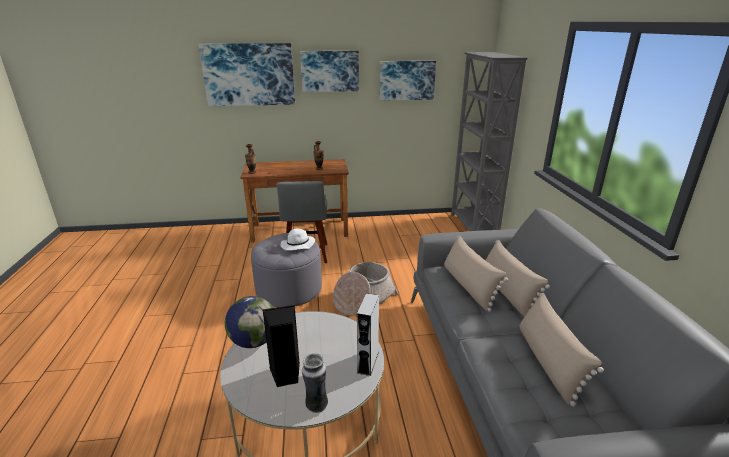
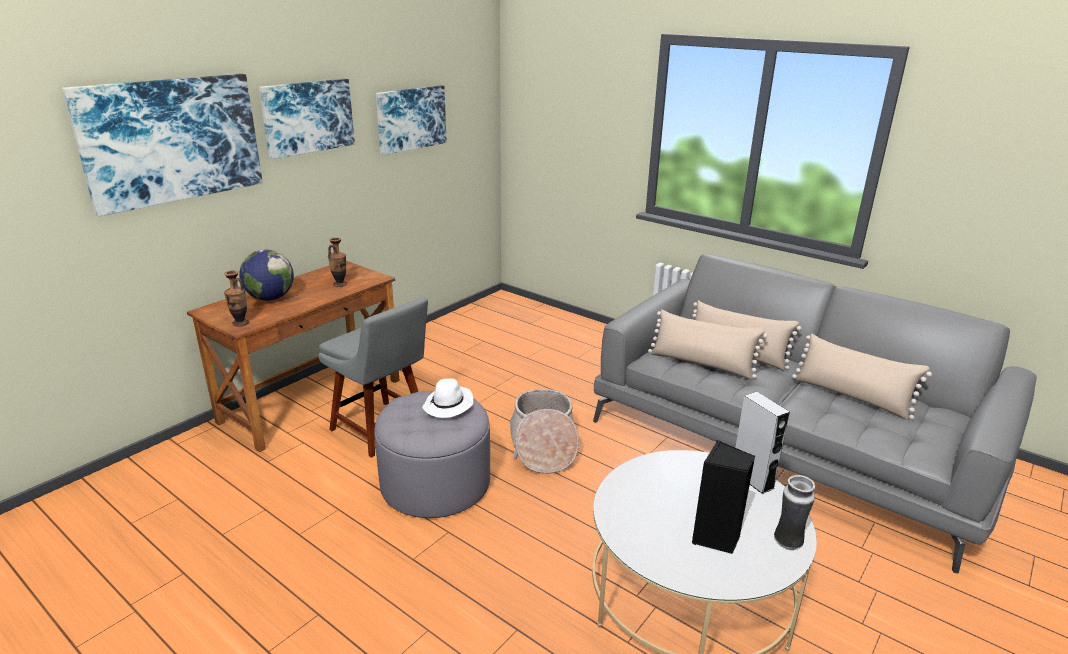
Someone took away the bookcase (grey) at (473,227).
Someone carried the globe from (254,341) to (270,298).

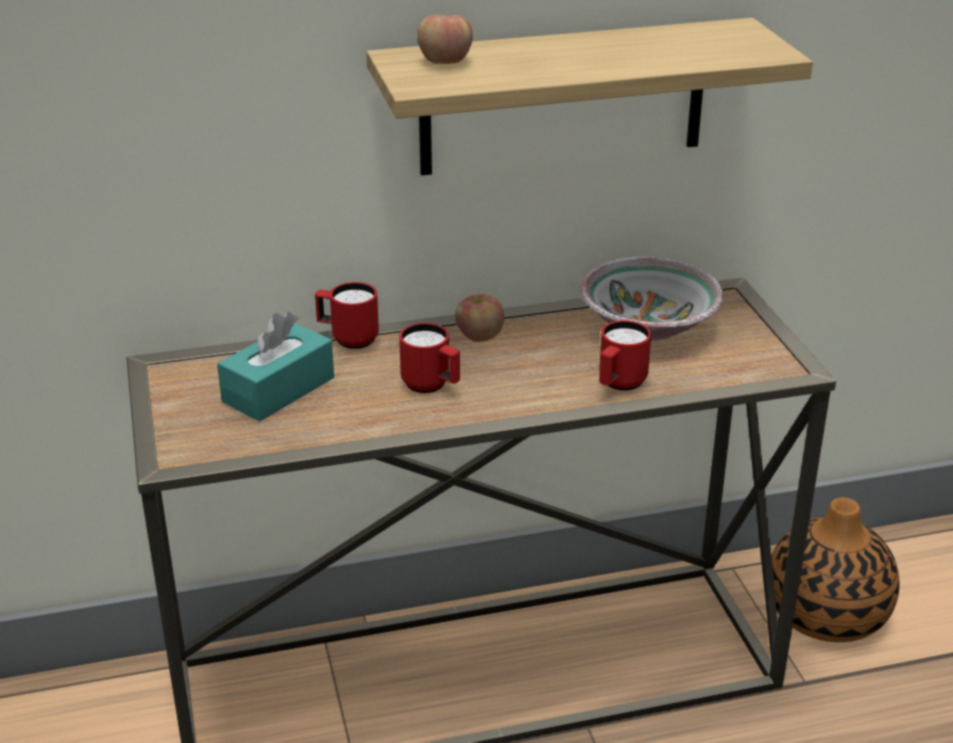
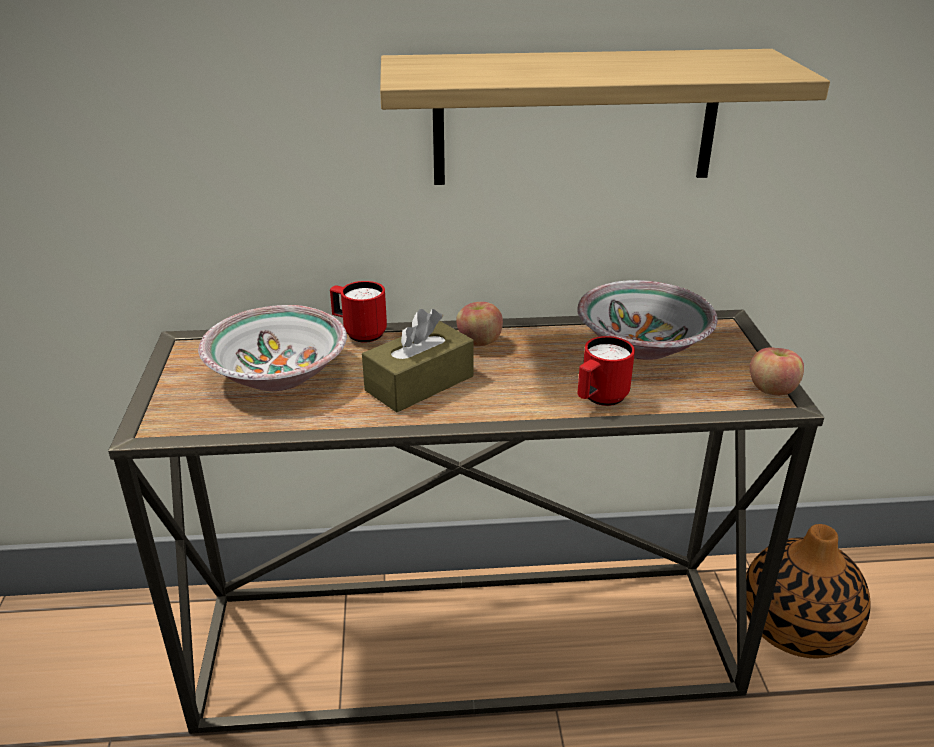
Someone carried the apple from (445,62) to (772,390).
Someone swapped the tissue box (turquoise) at (278,390) for the bowl at (278,373).
Someone swapped the mug (red) at (431,386) for the tissue box (brown) at (419,383).

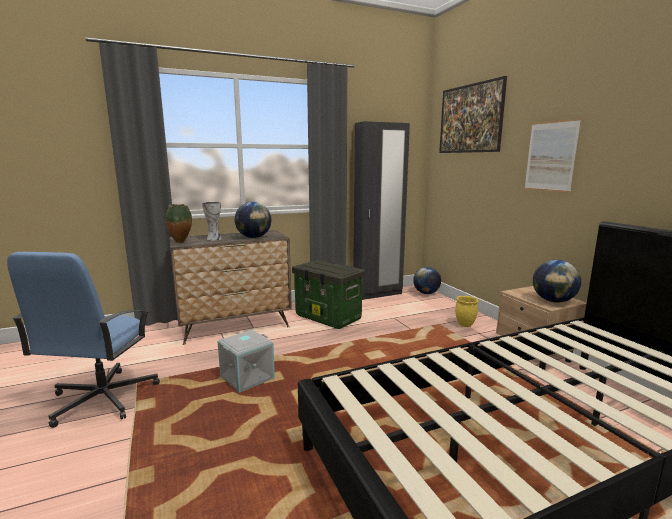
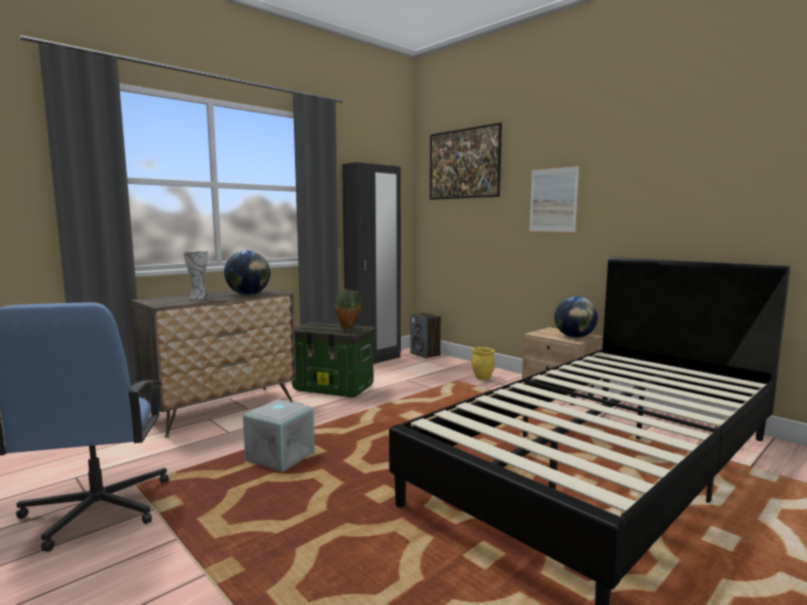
Someone carried the vase from (181,242) to (348,329).
Someone swapped the globe at (426,293) for the speaker at (425,354).

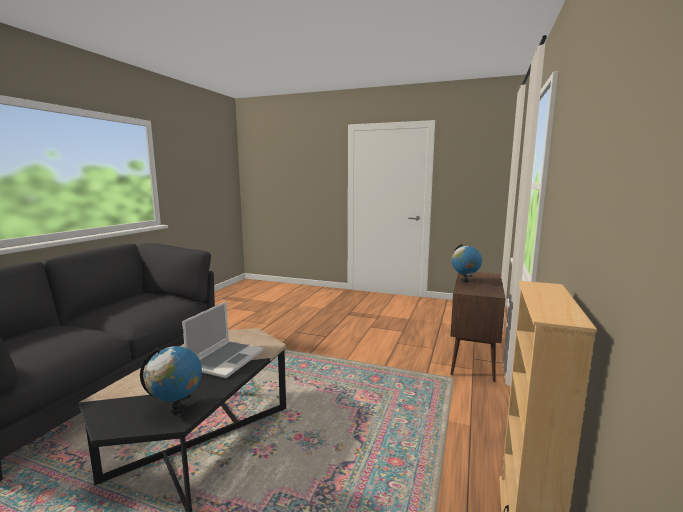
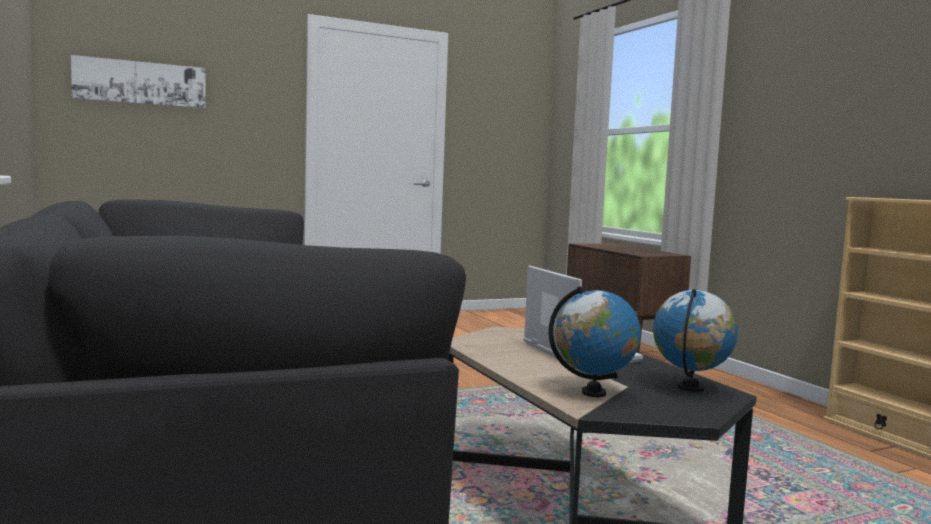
Someone carried the globe from (464,281) to (593,393).
Someone put up the picture at (140,83).

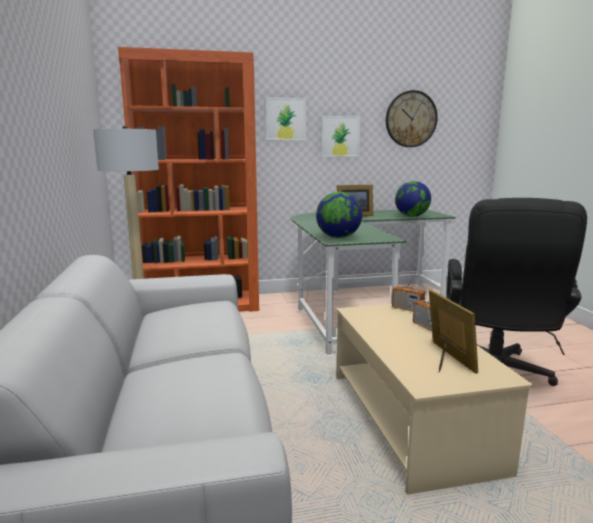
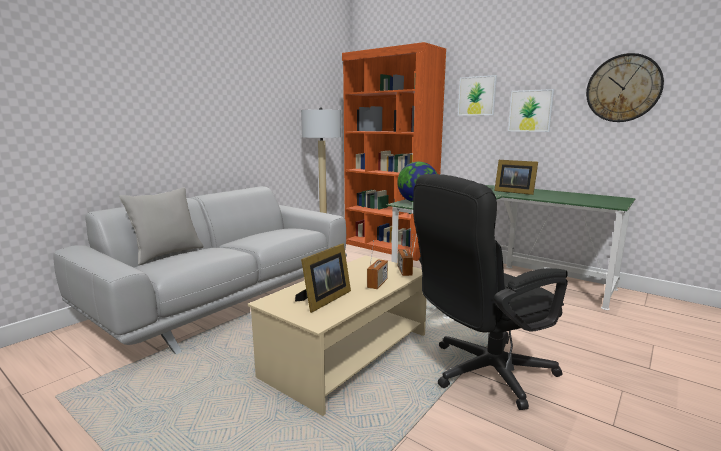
Someone took away the globe at (411,216).
Someone put down the pillow (grey) at (167,254).

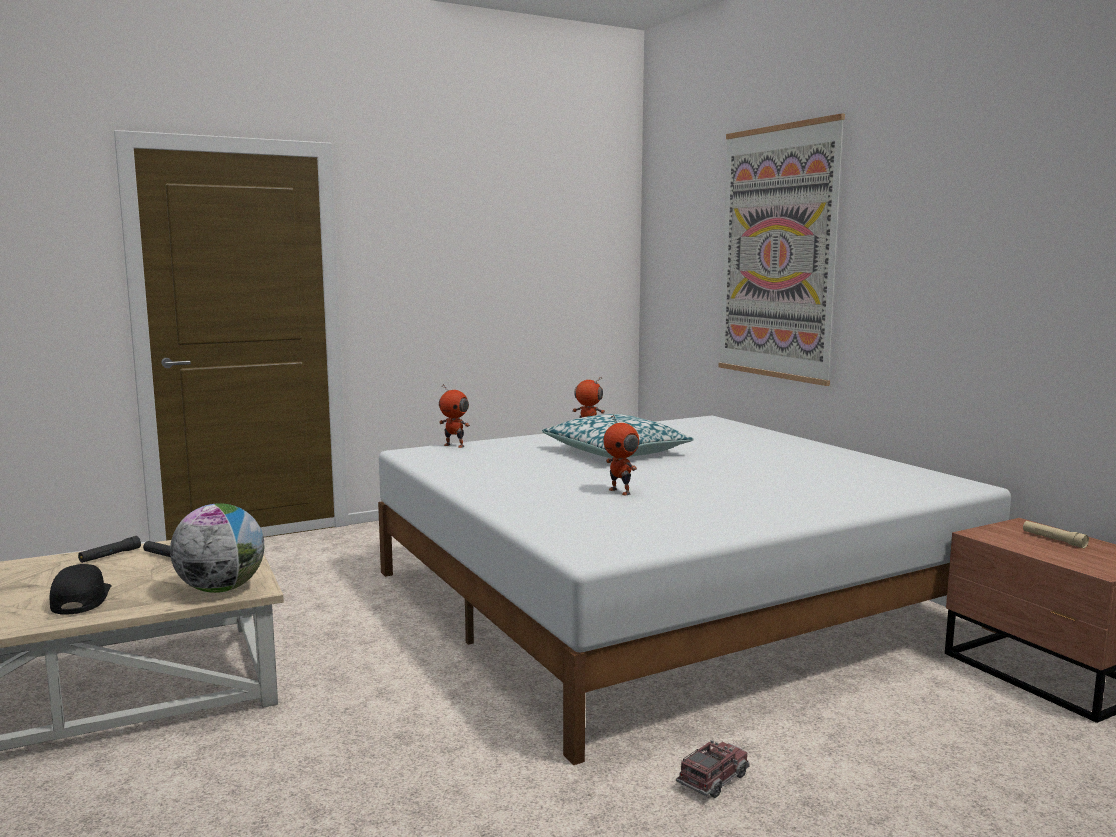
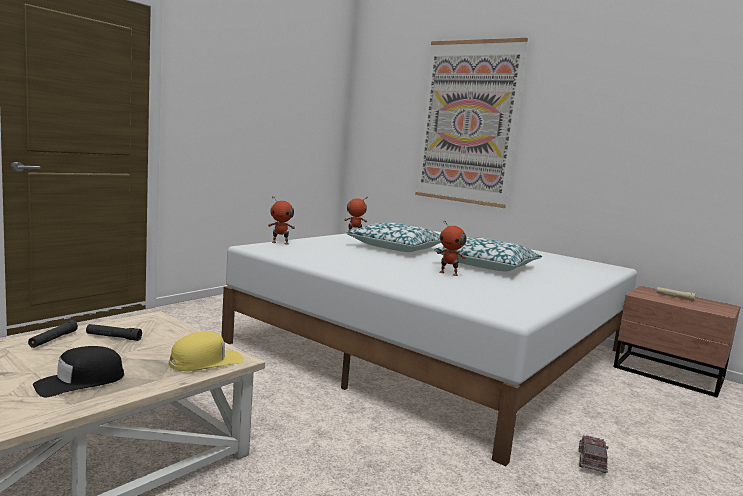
Someone swapped the globe at (221,589) for the cap (yellow) at (206,361).
Someone rotated the cap (black) at (81,599) by 90 degrees counterclockwise.
Someone put down the pillow at (487,266).

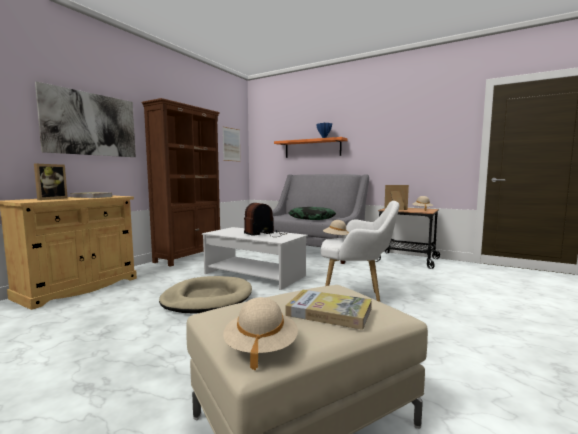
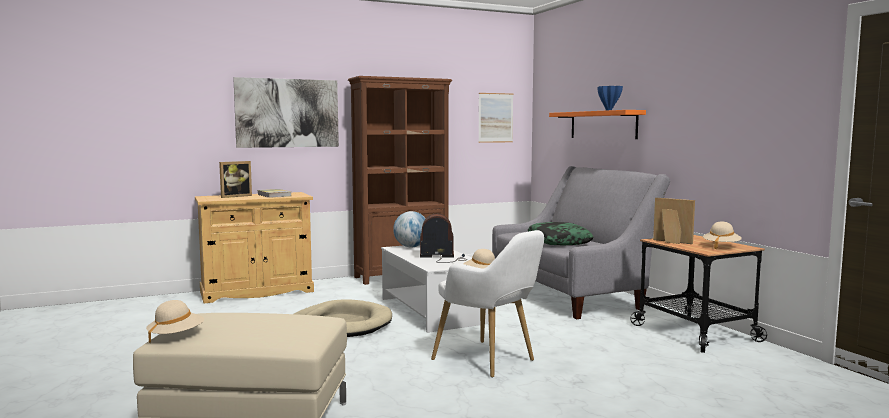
Someone took away the book at (329,312).
Someone put down the globe at (411,247).

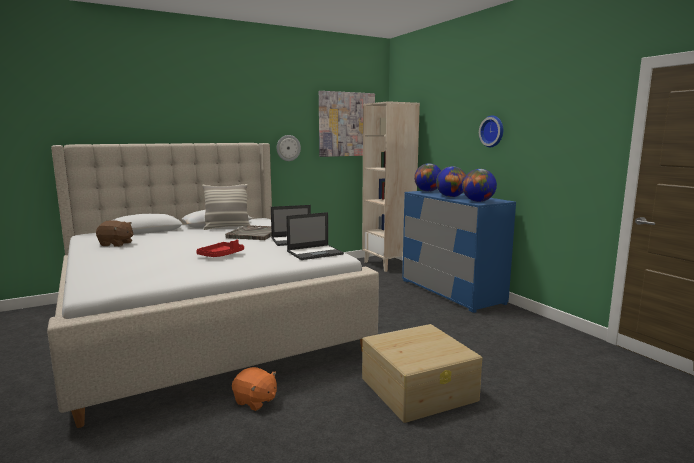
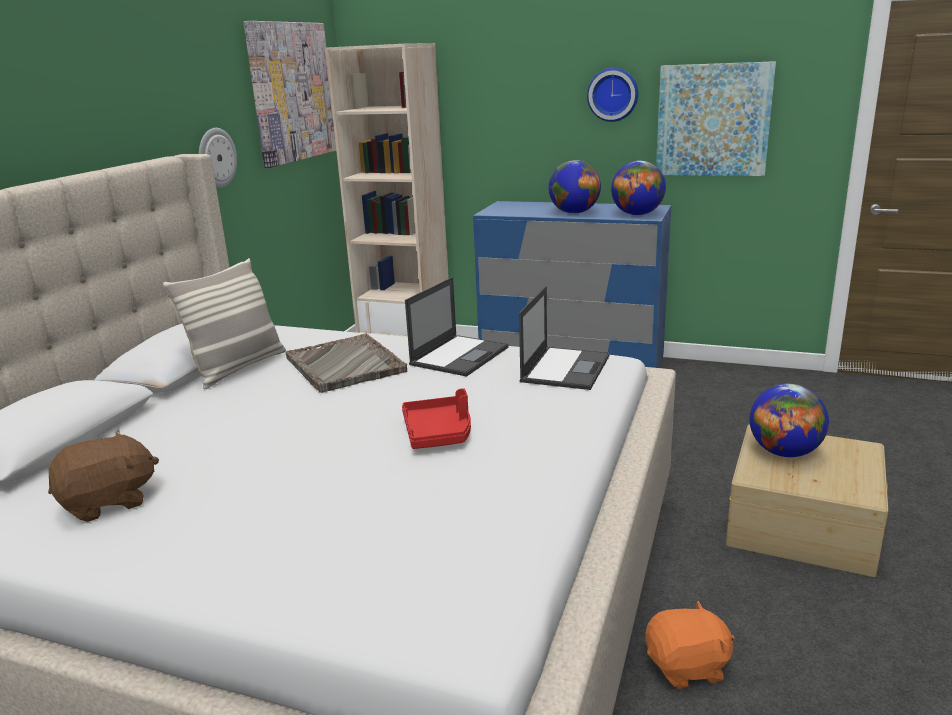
Someone carried the globe from (427,191) to (784,452).
Someone put up the picture at (713,120).

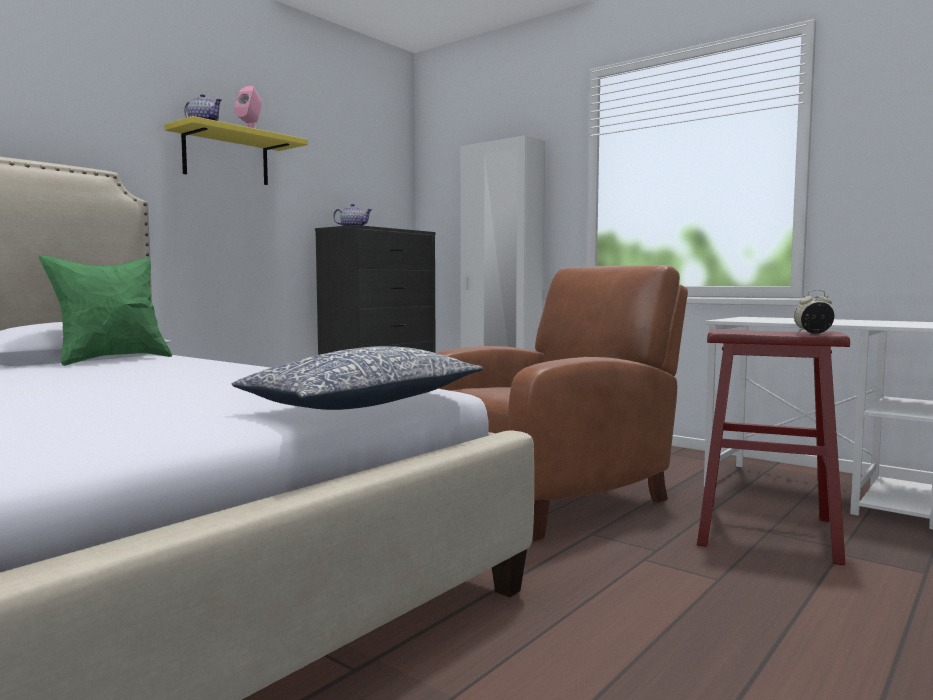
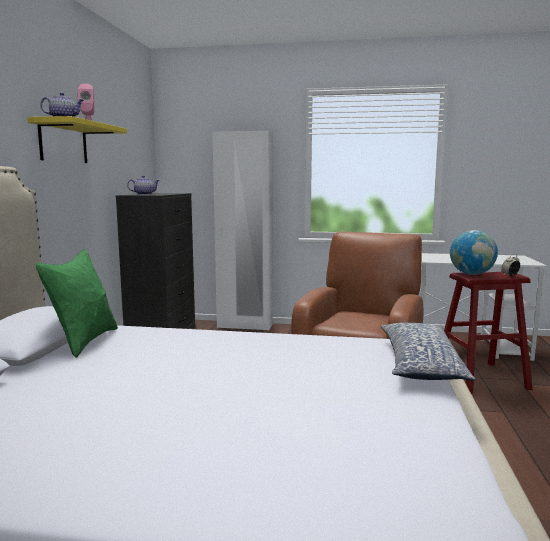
Someone put down the globe at (471,274).

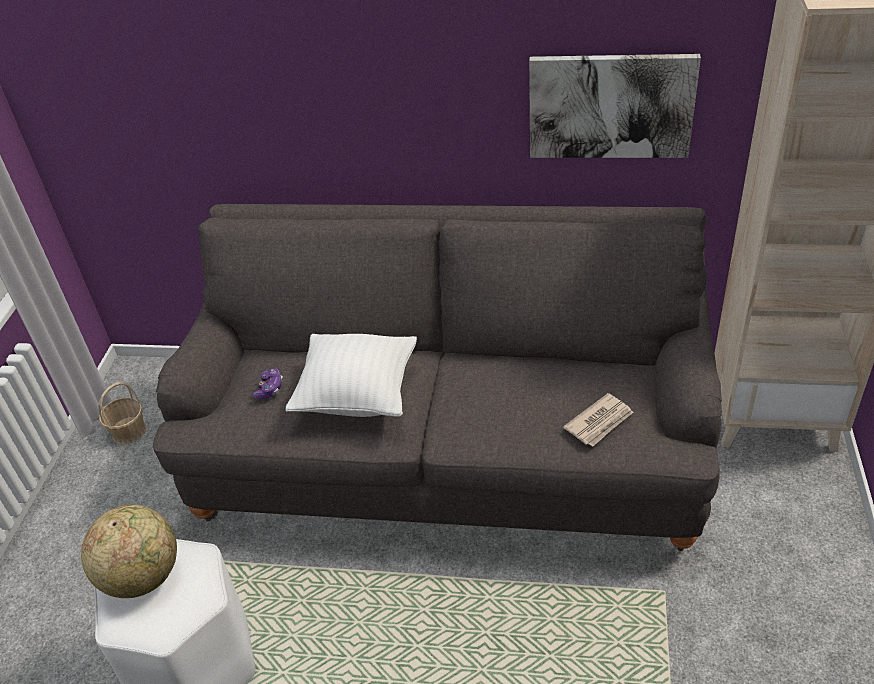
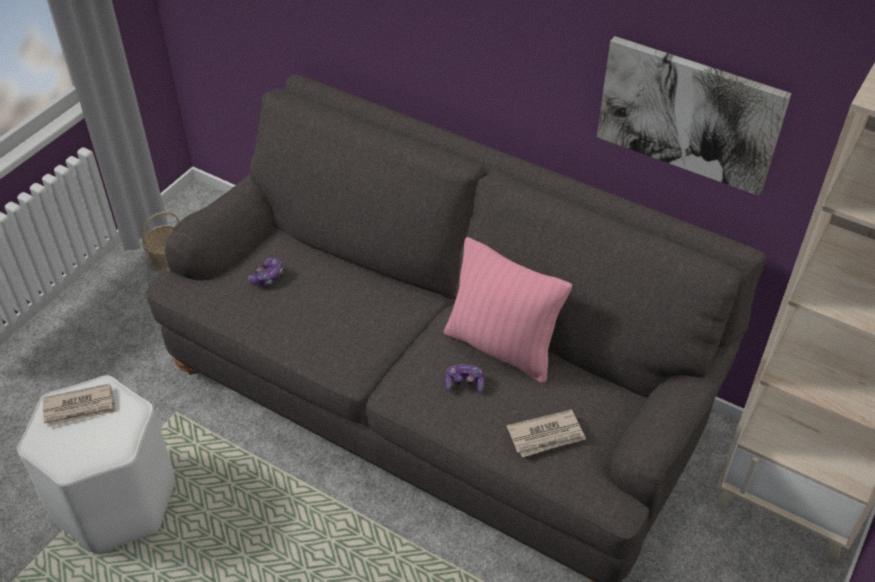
Someone took away the pillow (white) at (358,395).
Someone swapped the globe at (143,576) for the newspaper at (80,407).
Someone put down the pillow (pink) at (501,347).
Someone put down the game controller at (464,383).

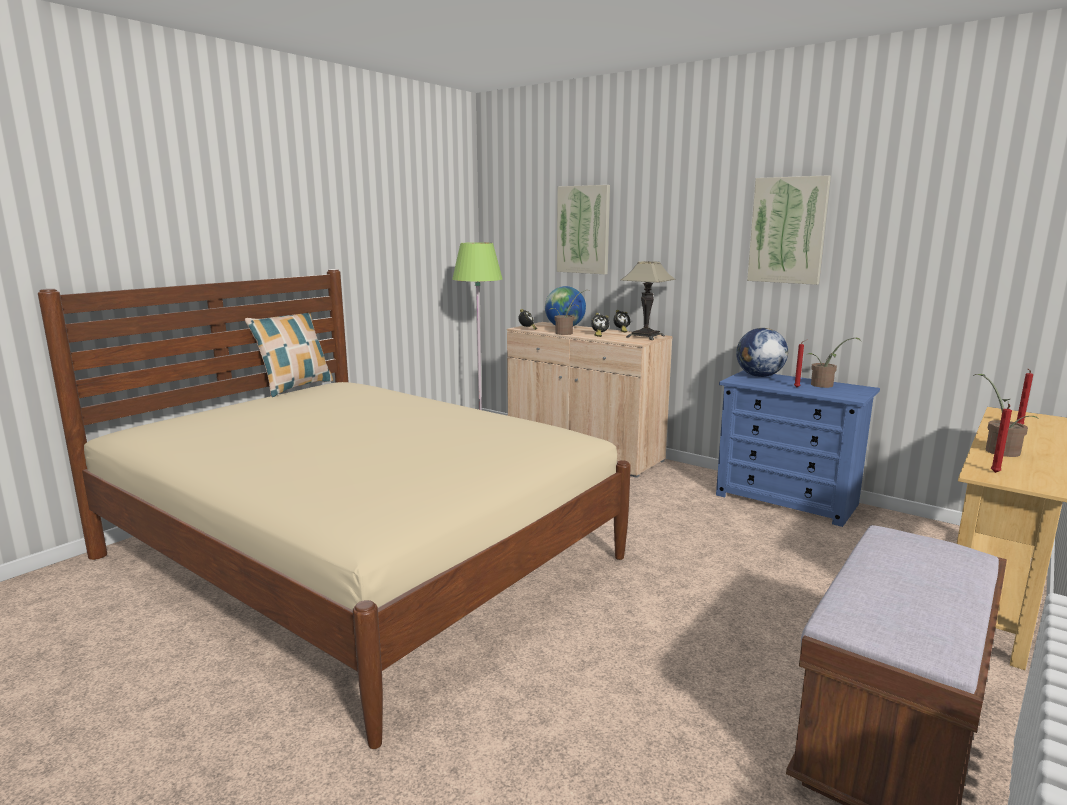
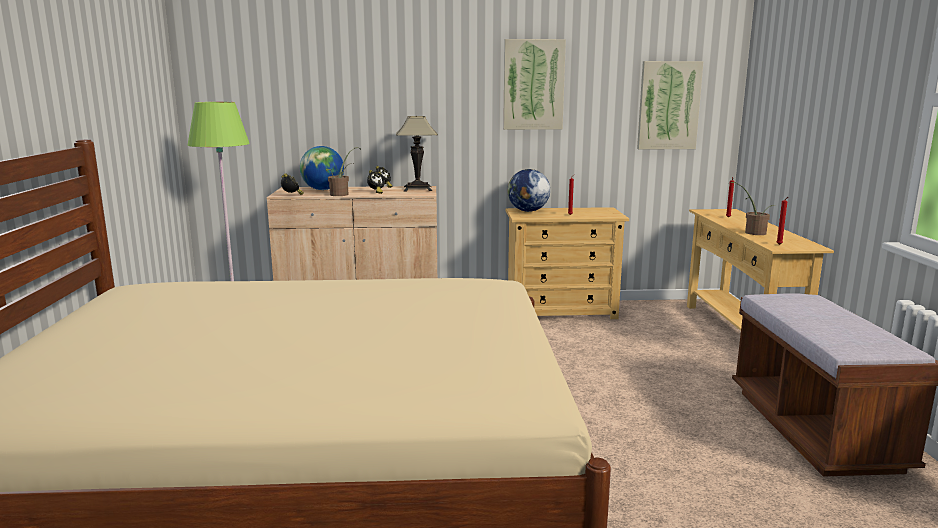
Someone carried the picture from (583,230) to (668,105).
Someone took away the pillow at (295,387).
Someone took away the potted plant at (824,385).
Someone repainted the dresser (blue) at (786,500), which became the dresser (beige) at (561,311).

